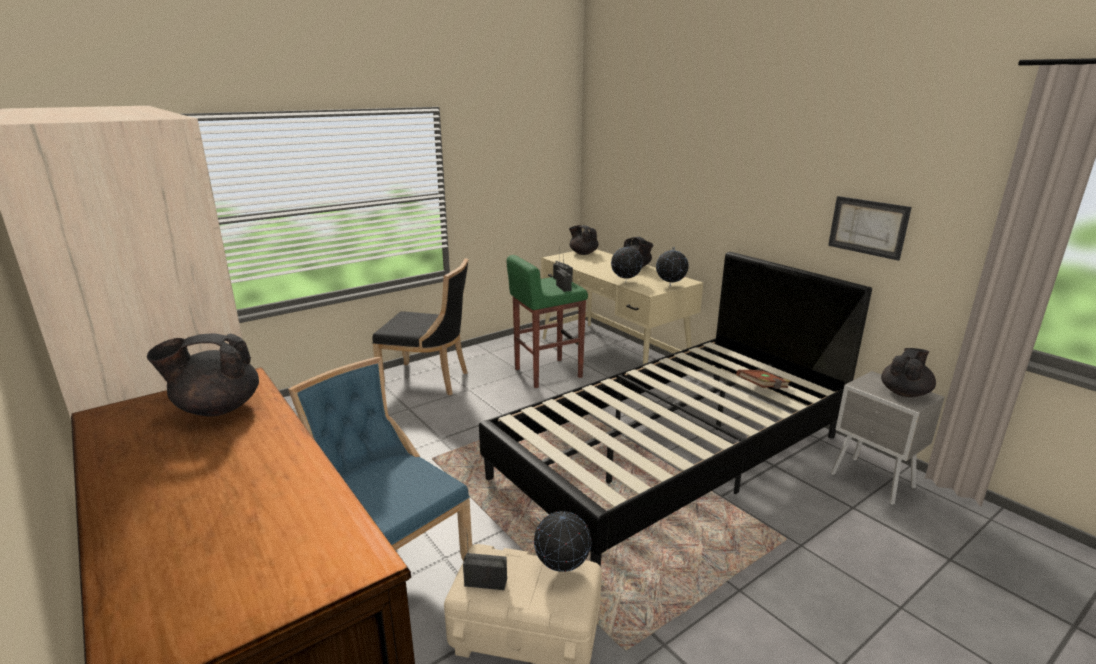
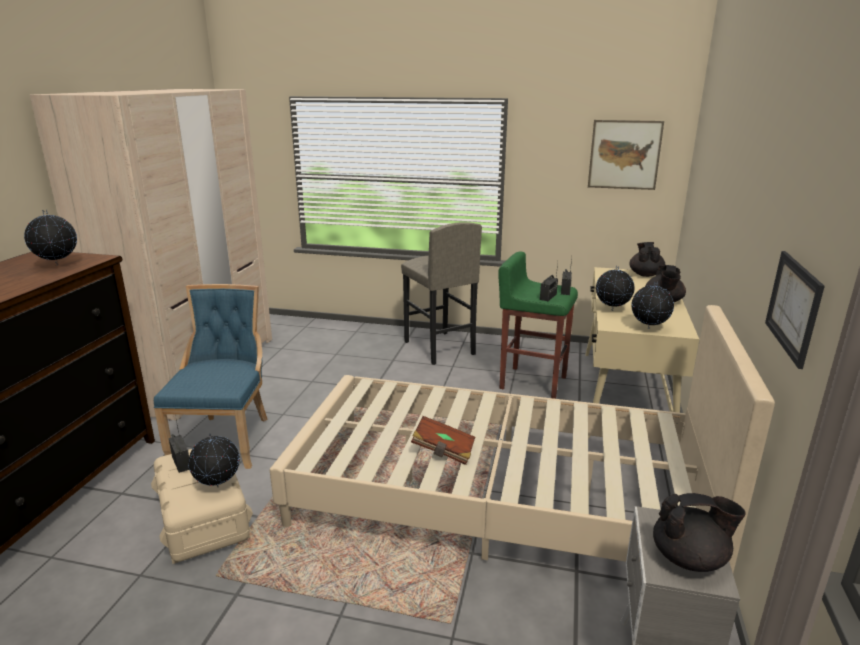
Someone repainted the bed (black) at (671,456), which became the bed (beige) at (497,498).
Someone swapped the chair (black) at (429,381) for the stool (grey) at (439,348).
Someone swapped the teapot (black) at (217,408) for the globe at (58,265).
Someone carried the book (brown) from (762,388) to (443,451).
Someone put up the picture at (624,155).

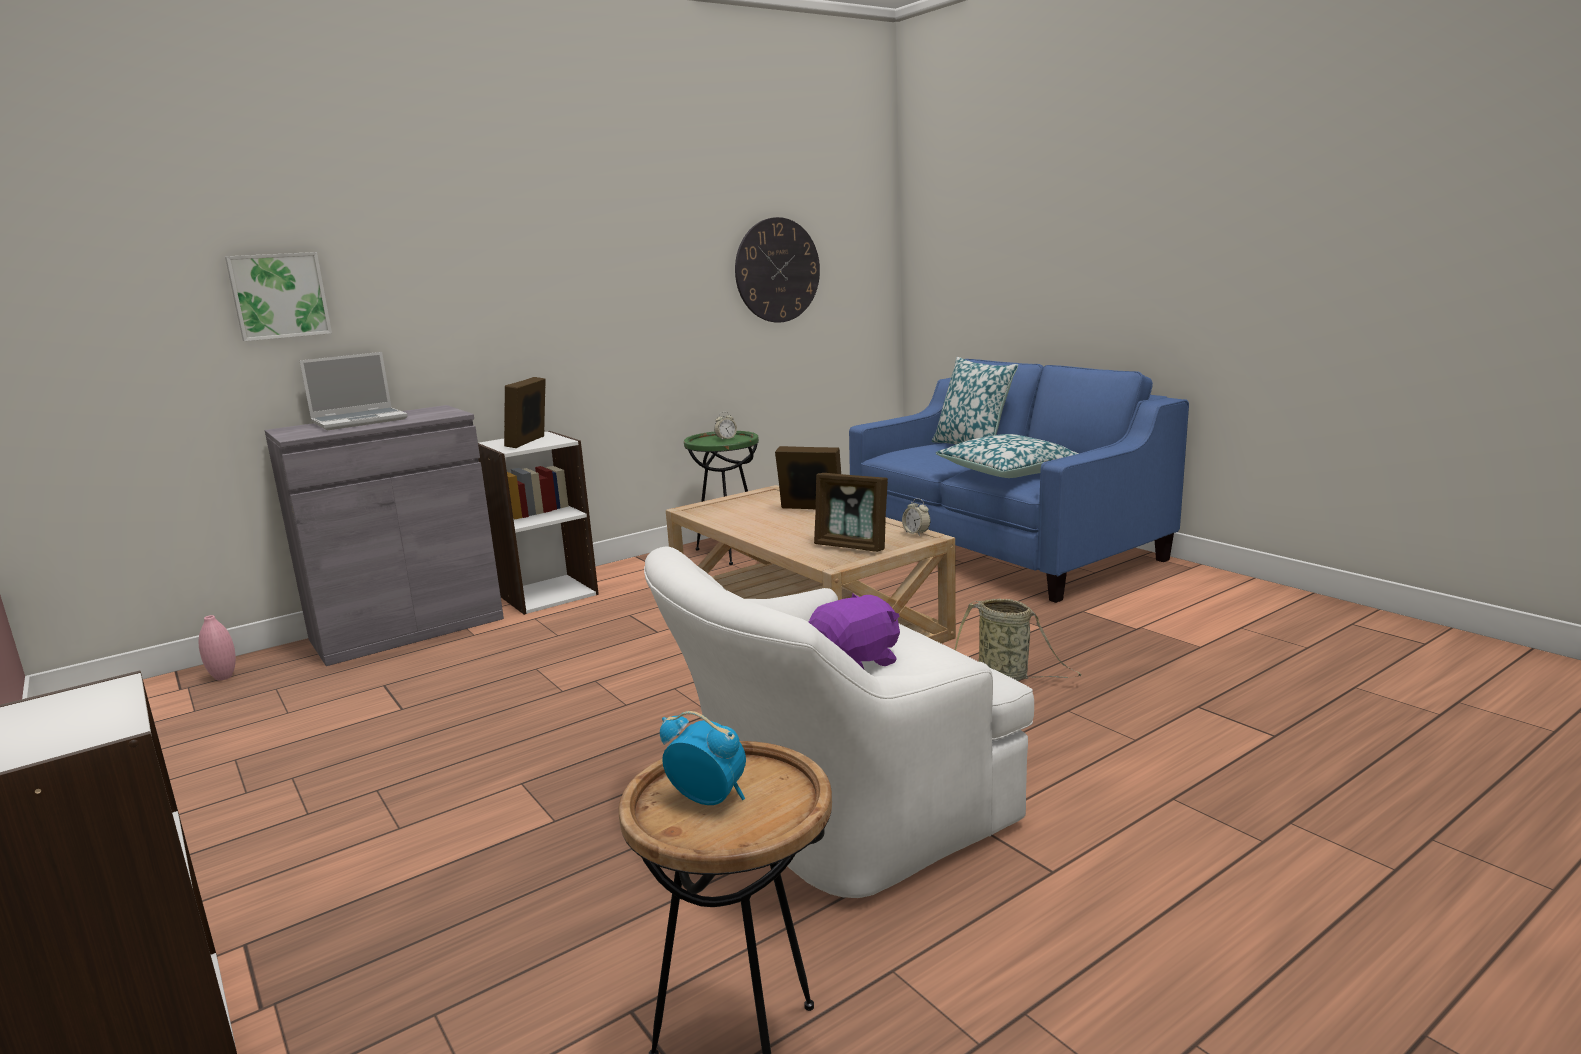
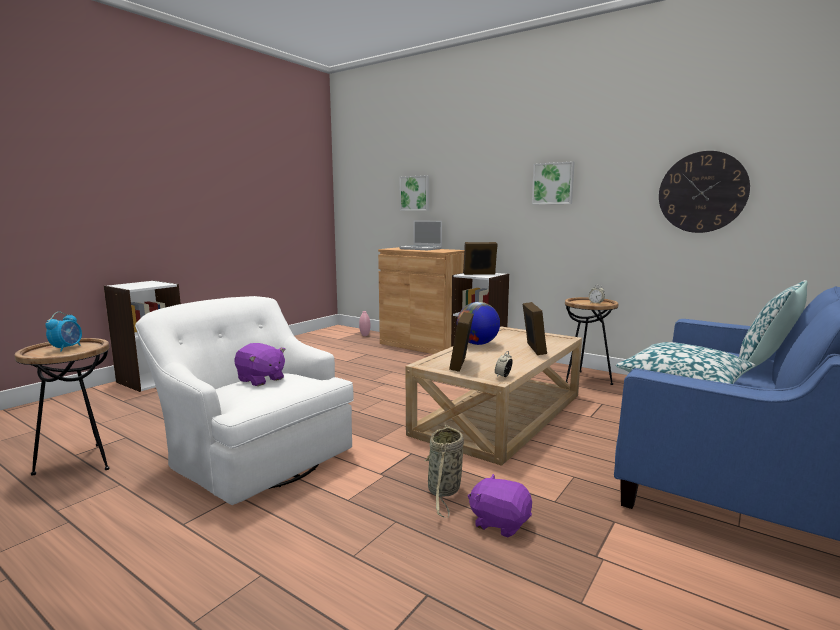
Someone repainted the cabinet (grey) at (407,629), which became the cabinet (brown) at (421,345).
Someone repainted the side table (green) at (729,552), which became the side table (brown) at (586,379).
Someone put up the picture at (553,183).
Someone put down the globe at (477,344).
Someone put down the plush toy (purple) at (499,522).

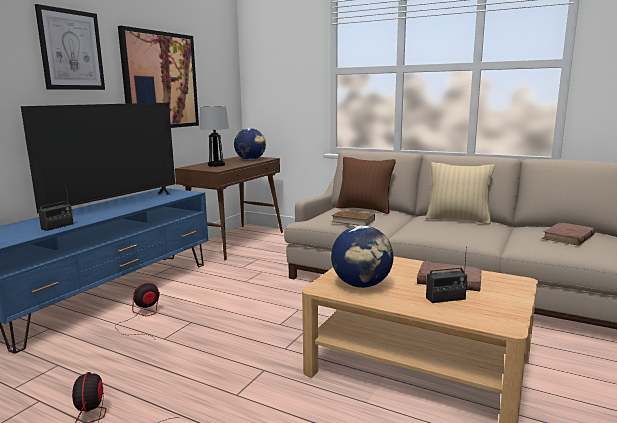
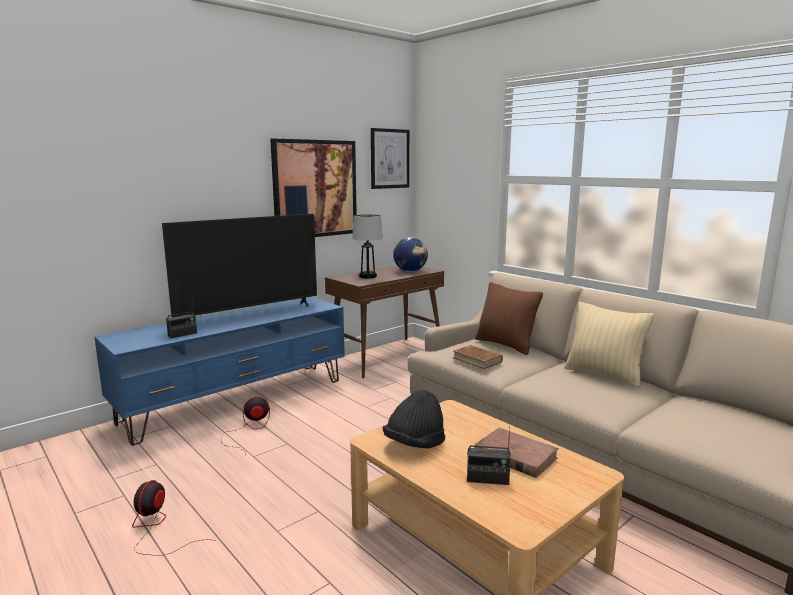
Someone carried the picture from (71,50) to (389,158).
Someone took away the book (brown) at (568,237).
Someone swapped the globe at (362,285) for the hat (black) at (414,444).

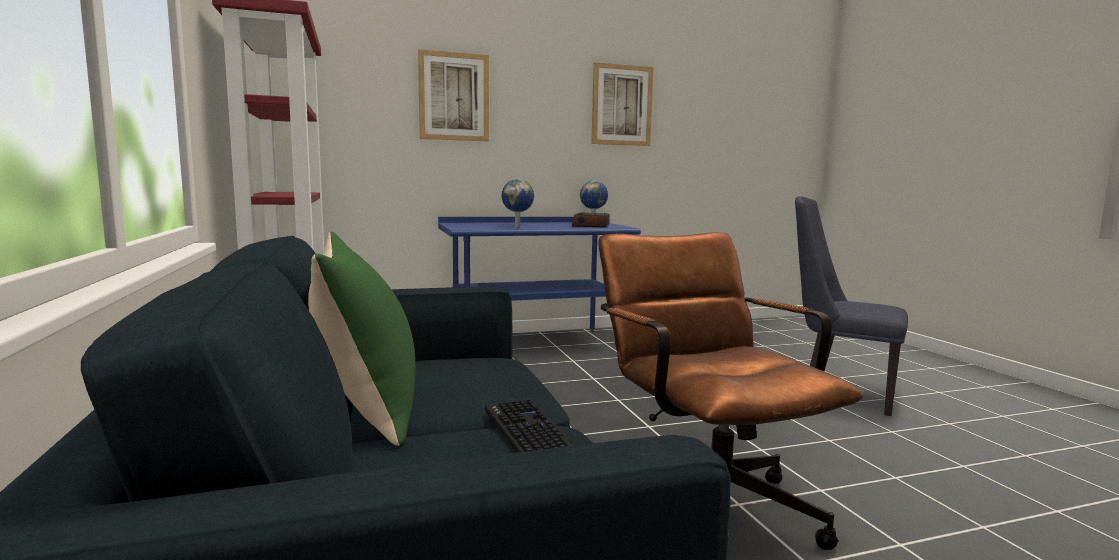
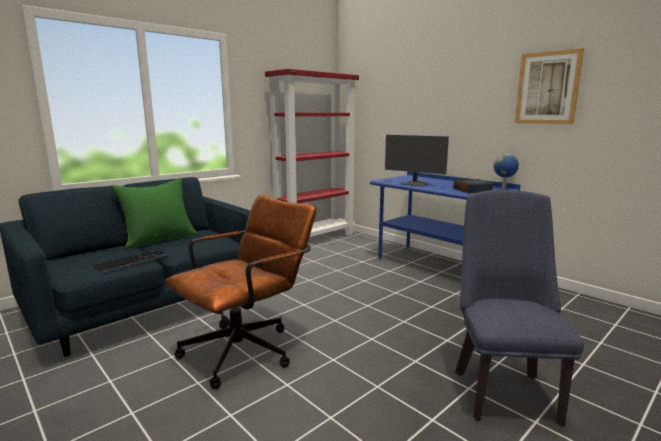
Someone took away the picture at (454,97).
Someone swapped the globe at (518,227) for the monitor at (415,184).

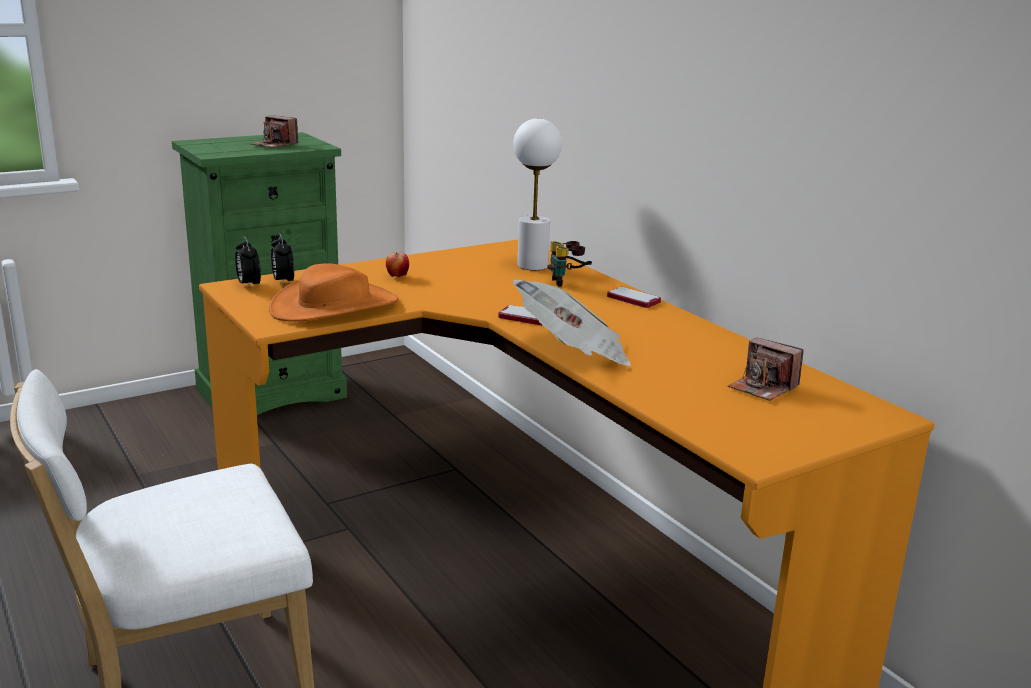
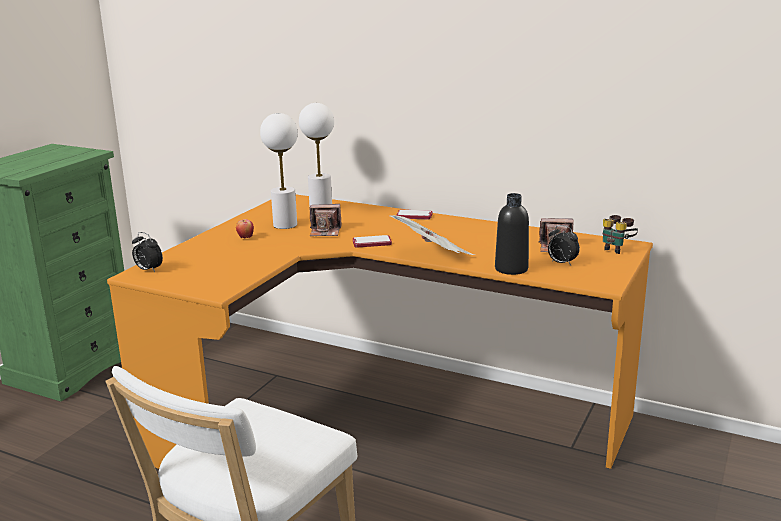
Someone carried the photo camera from (274,145) to (325,231).
Someone carried the alarm clock from (283,282) to (561,263).
Someone carried the binoculars from (568,282) to (616,249).
Someone took away the hat (orange) at (335,306).
Someone put down the table lamp (white) at (285,225).
Someone put down the bottle (black) at (511,269).

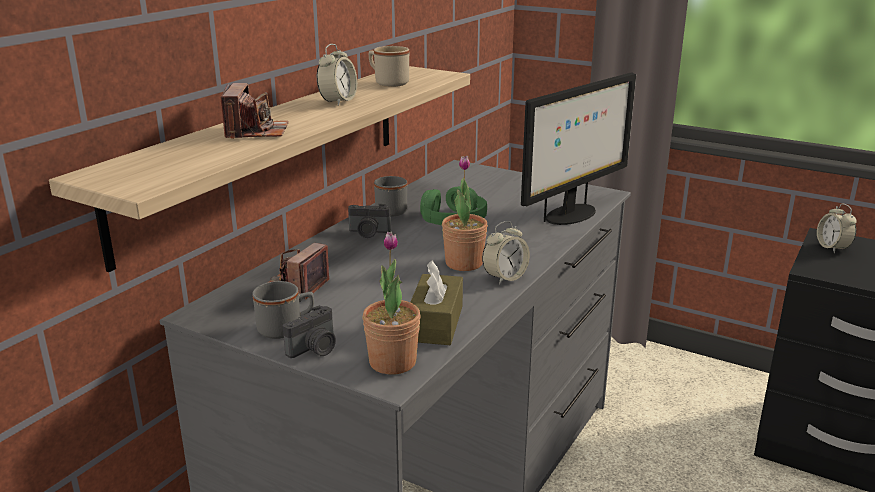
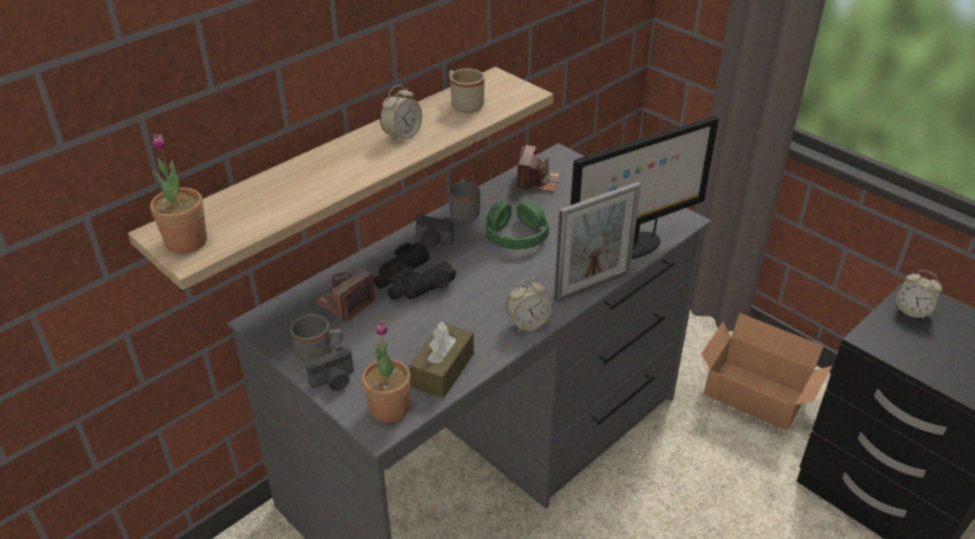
Someone carried the photo camera from (256,132) to (537,181).
Someone carried the potted plant from (464,263) to (186,241).
Someone rotated the alarm clock at (832,248) by 60 degrees counterclockwise.
Someone put down the picture frame at (592,286).
Someone put down the binoculars (black) at (412,282).
Someone put down the cardboard box at (755,398).

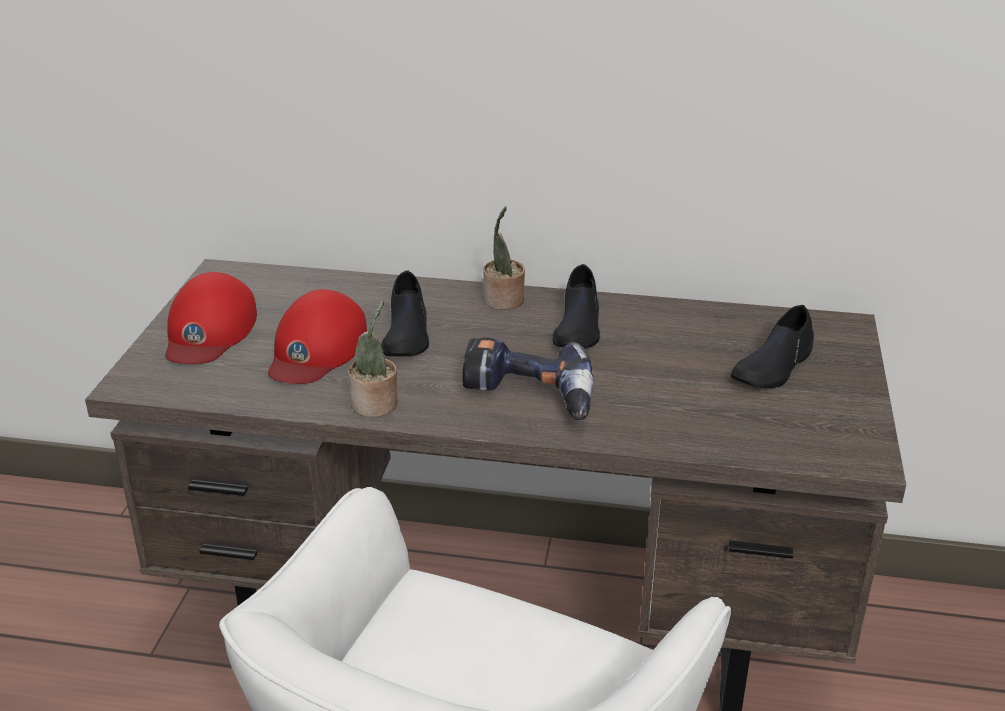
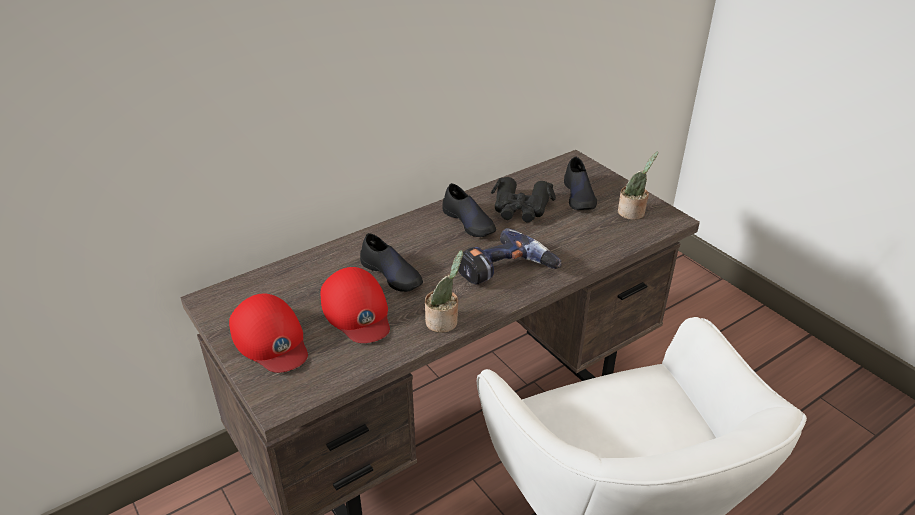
Someone carried the potted plant from (503,301) to (632,213).
Someone put down the binoculars (black) at (521,208).

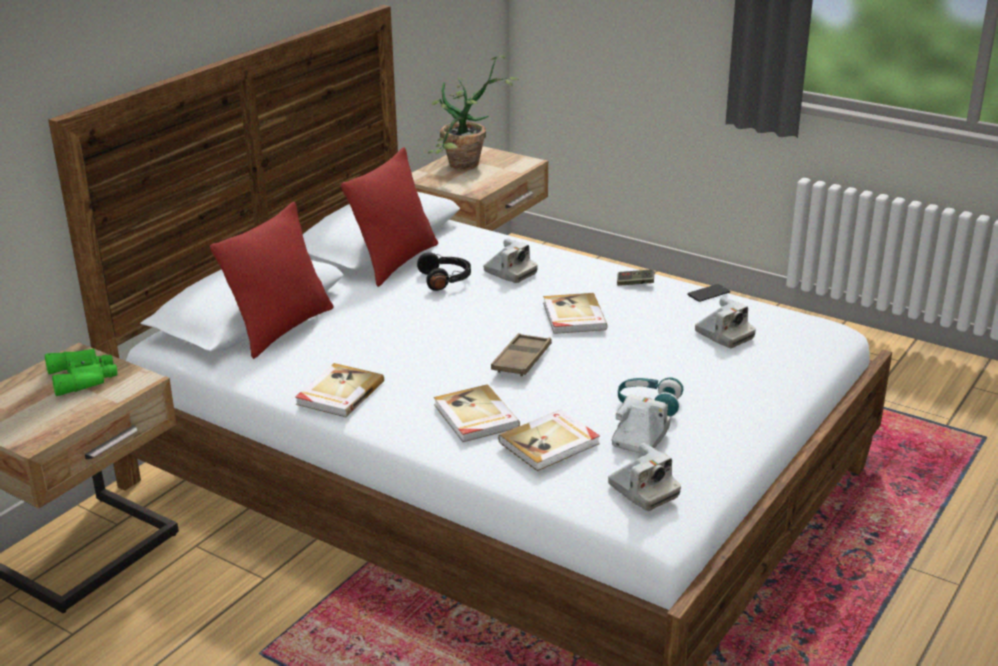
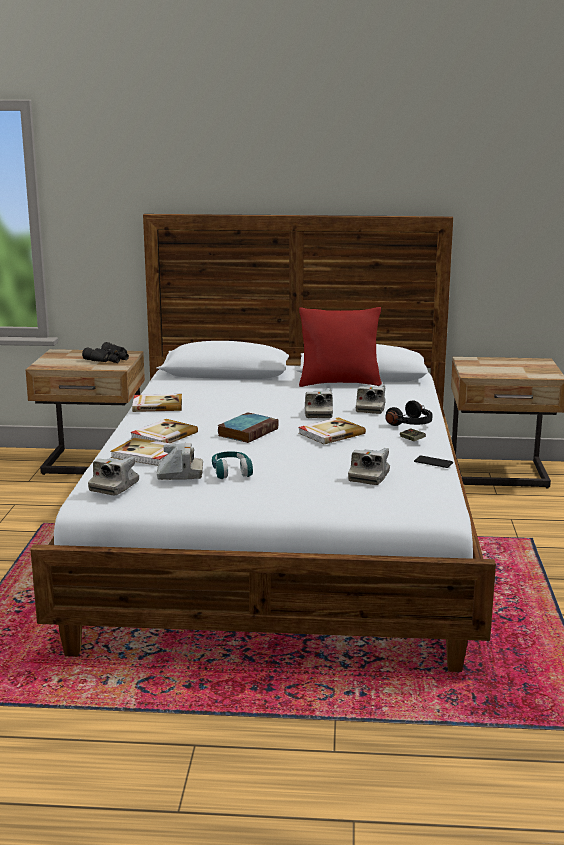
Someone took away the potted plant at (466,167).
Someone took away the pillow (red) at (281,328).
Someone carried the headphones (black) from (446,279) to (412,424).
Someone swapped the tray (brown) at (521,360) for the book at (248,432).
Someone repainted the binoculars (green) at (84,377), which became the binoculars (black) at (109,359).
Someone put down the photo camera at (318,413).

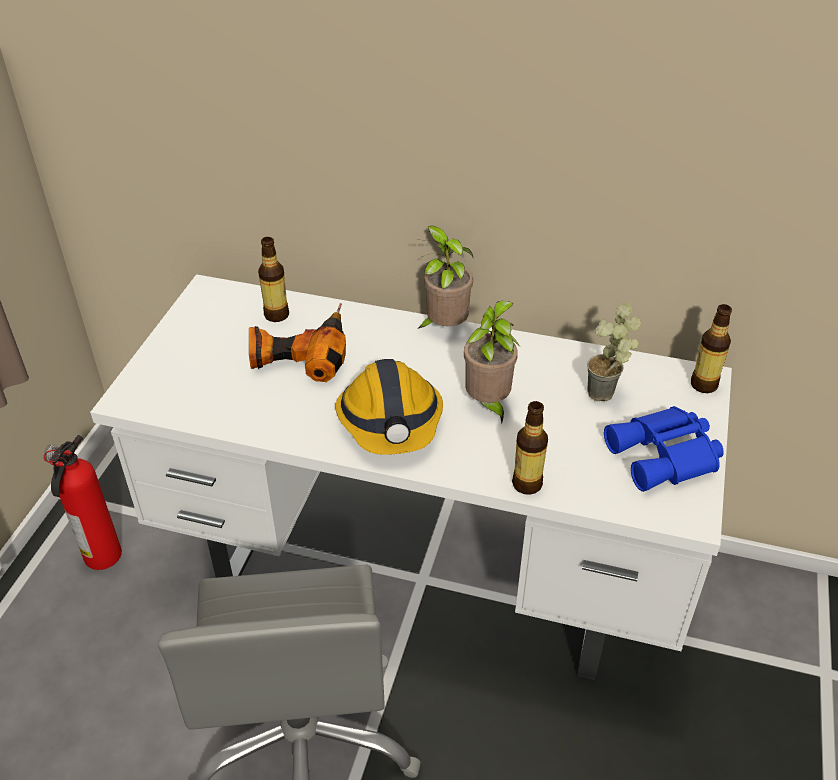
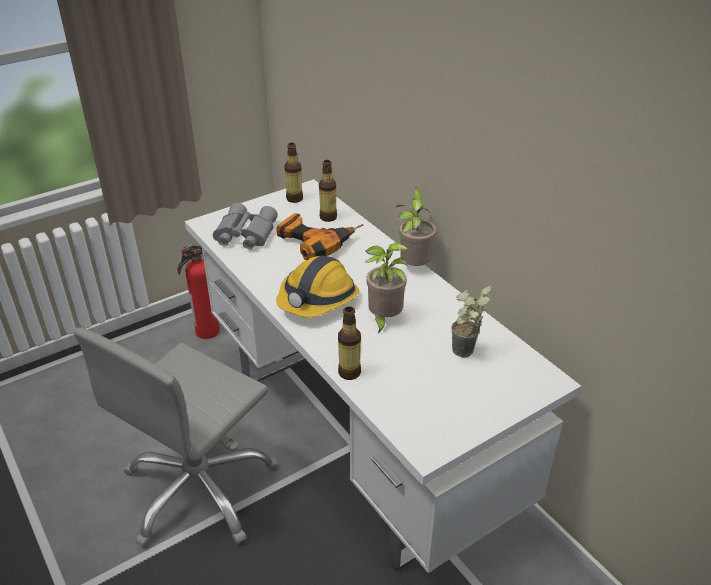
Someone carried the bottle from (703,385) to (294,198).
Someone took away the binoculars (blue) at (665,457).
Someone put down the binoculars (grey) at (244,234).

